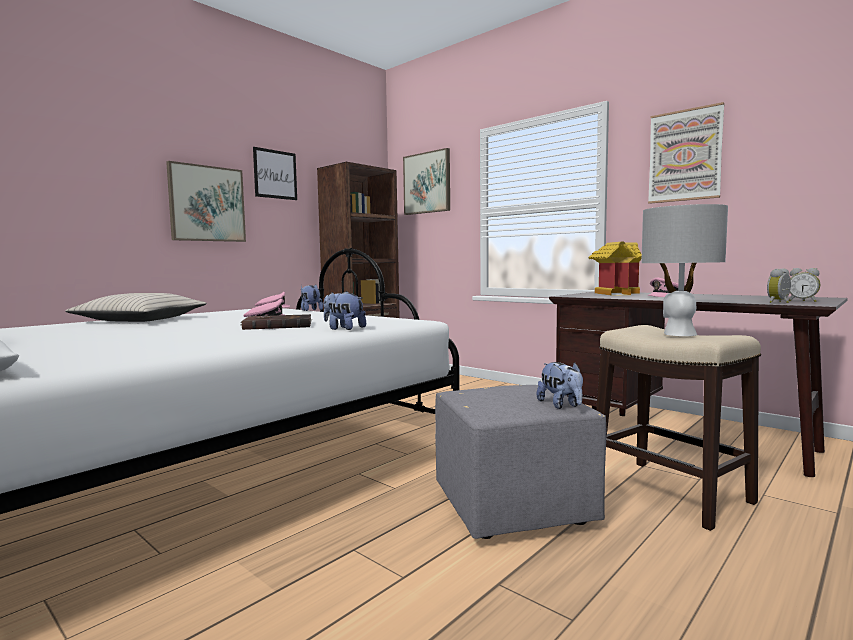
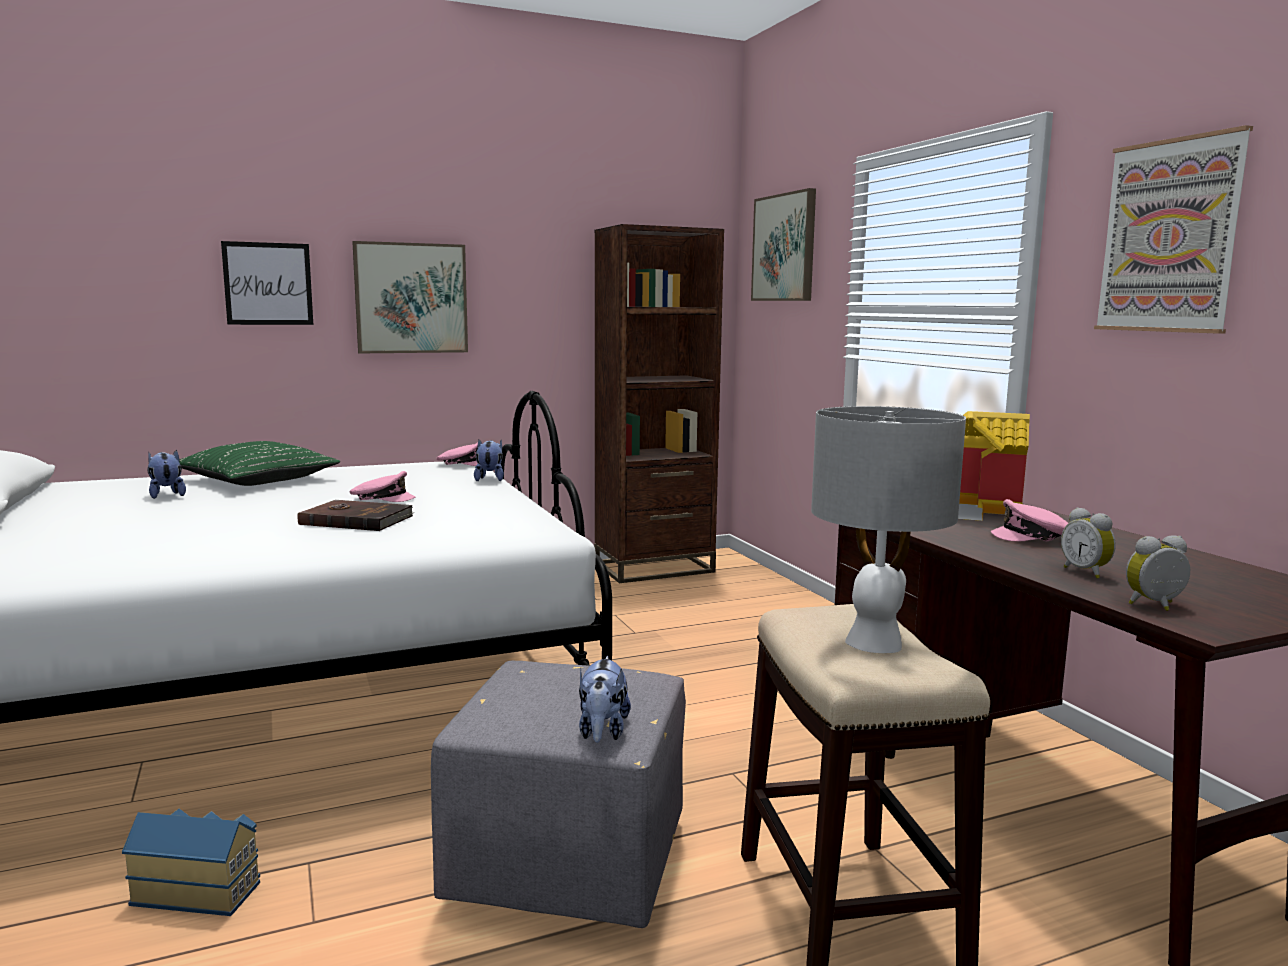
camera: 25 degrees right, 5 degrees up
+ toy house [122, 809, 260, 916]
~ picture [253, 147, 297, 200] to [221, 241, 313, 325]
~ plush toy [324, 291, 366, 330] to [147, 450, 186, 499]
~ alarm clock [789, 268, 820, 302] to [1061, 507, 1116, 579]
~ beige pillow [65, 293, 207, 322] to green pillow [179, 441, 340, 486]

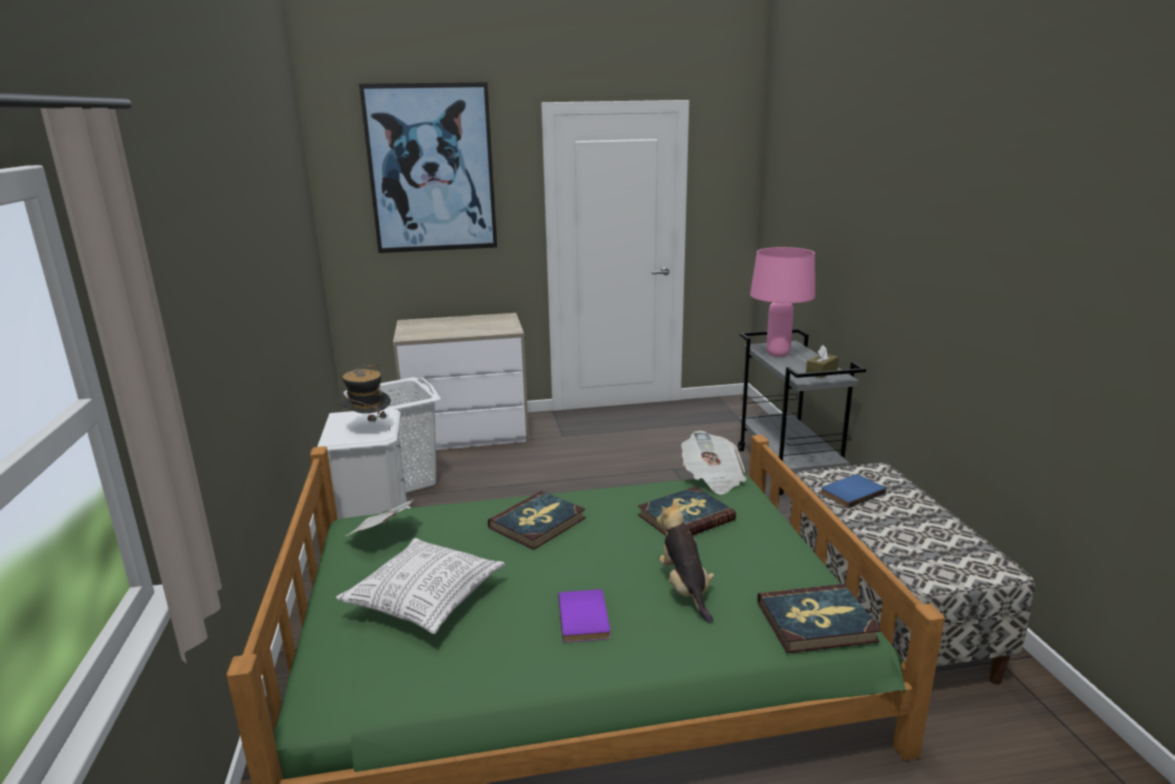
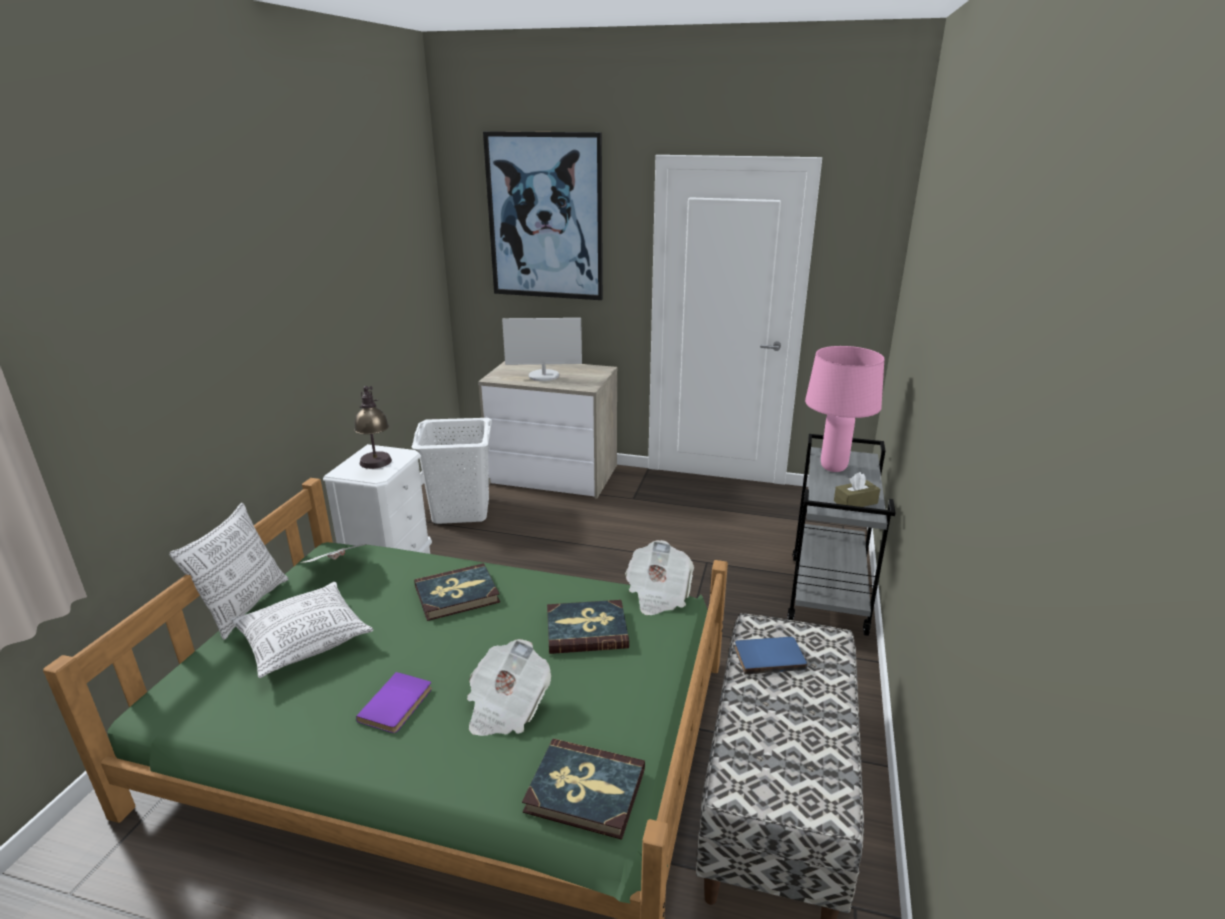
camera: 25 degrees right, 5 degrees up
+ pillow [169, 503, 288, 640]
+ monitor [502, 318, 582, 381]
~ hat [339, 365, 391, 431] to table lamp [354, 386, 392, 469]
~ plush toy [657, 499, 714, 623] to newspaper [467, 639, 551, 736]

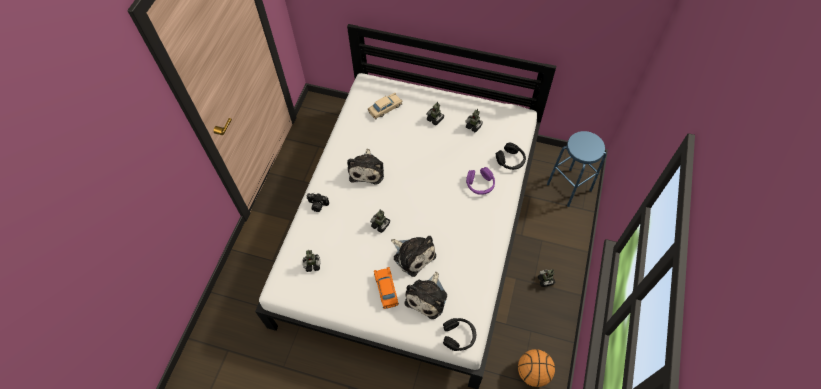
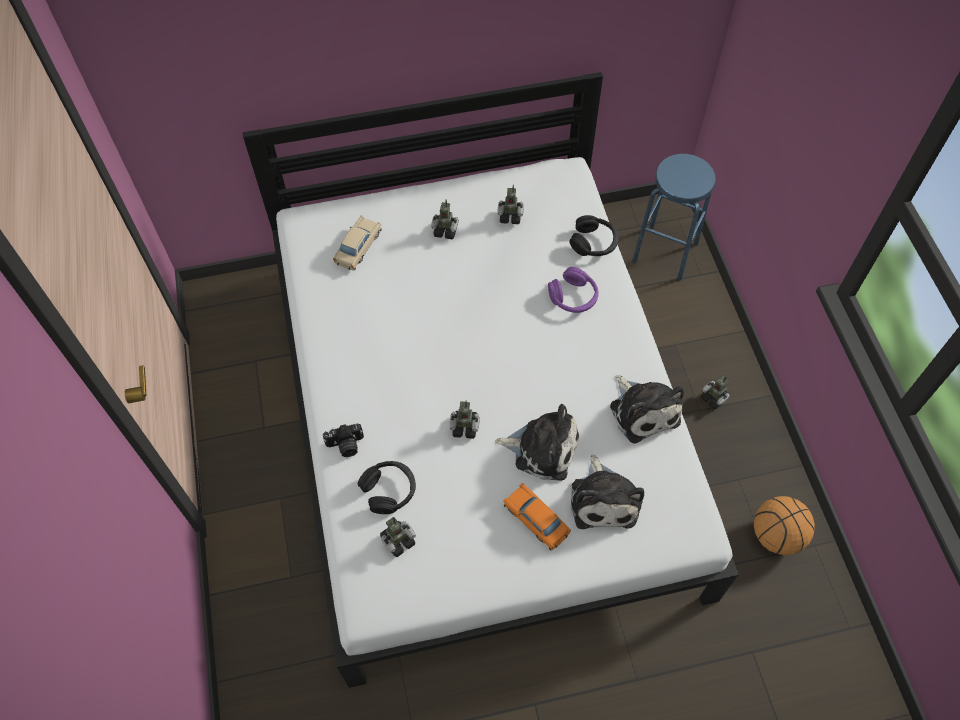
camera: 30 degrees left, 0 degrees up
~ plush toy [347, 149, 384, 185] to [610, 375, 684, 443]
~ black headphones [443, 318, 476, 351] to [358, 461, 416, 514]

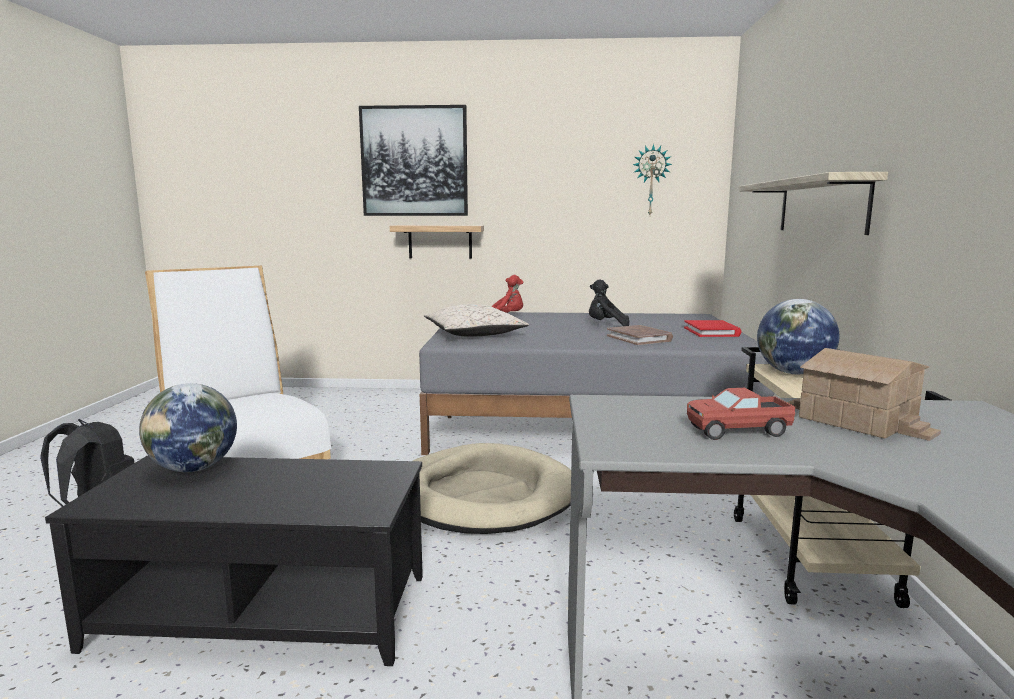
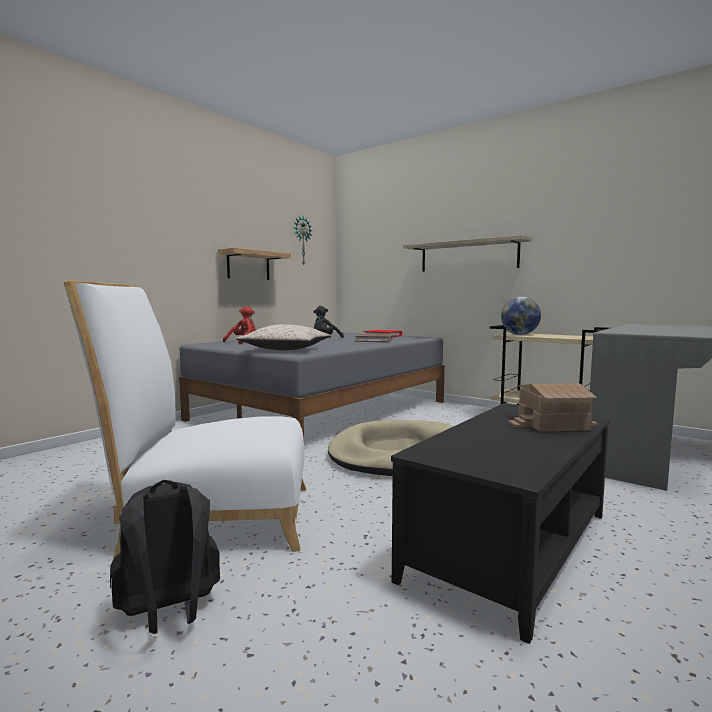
camera: 55 degrees left, 5 degrees down
- globe [139, 383, 237, 472]
- picture [359, 105, 468, 216]
- toy truck [687, 388, 795, 440]
~ shelf [390, 225, 484, 258] to [218, 248, 291, 280]
~ toy house [787, 348, 941, 441] to [508, 383, 598, 432]

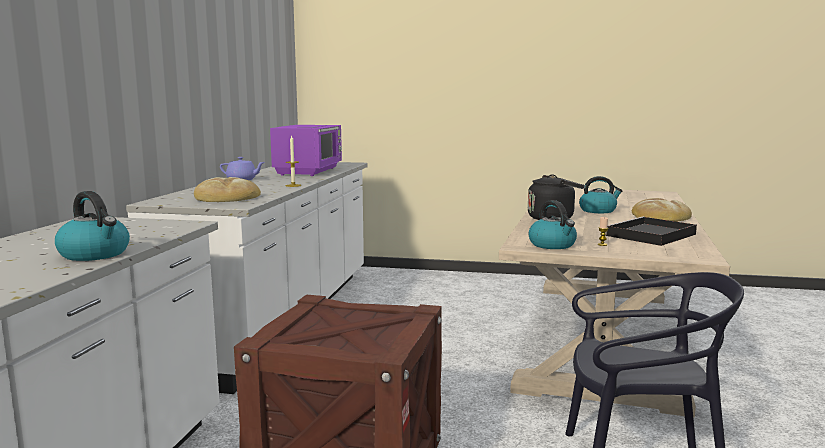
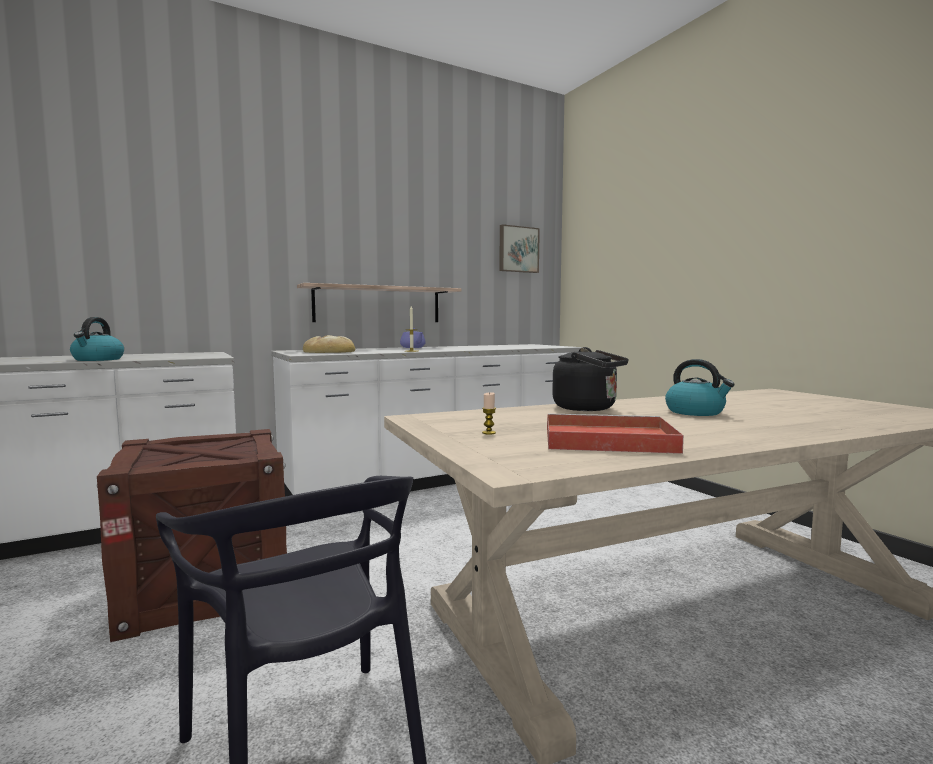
camera: 50 degrees right, 5 degrees down
- purple microwave [270, 125, 342, 176]
- kettle [528, 200, 577, 249]
- bread [632, 198, 692, 222]
+ shelf [297, 283, 461, 322]
+ picture [499, 224, 540, 273]
~ black tray [606, 217, 697, 246] to red tray [547, 413, 684, 454]

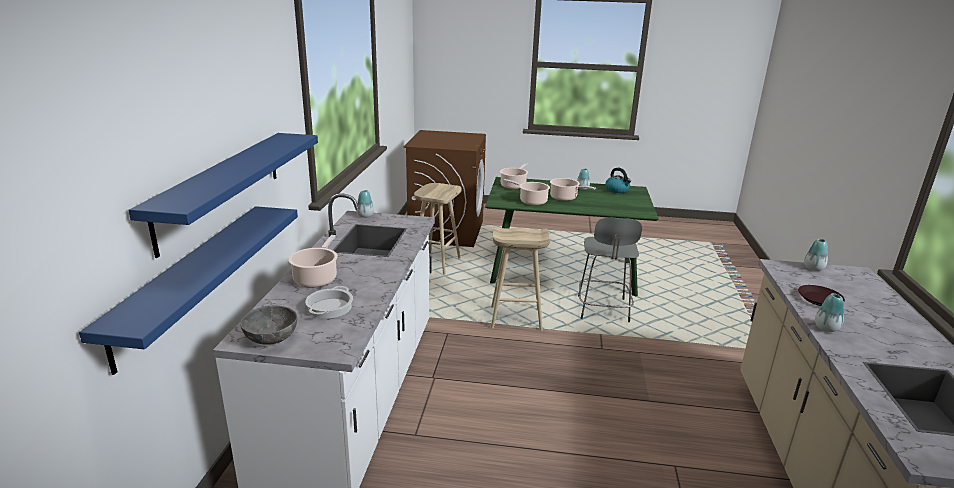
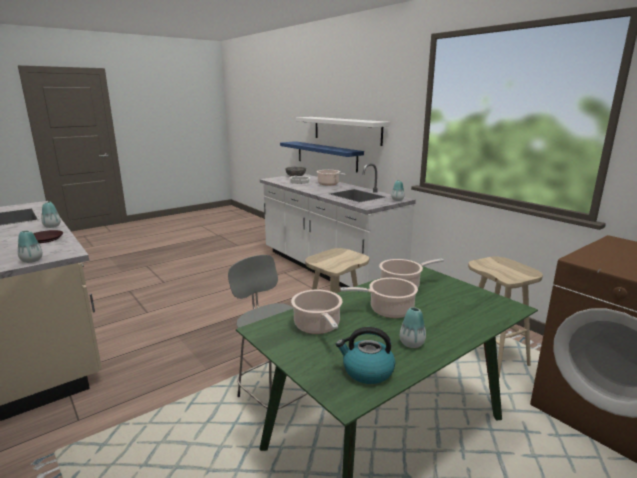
camera: 135 degrees right, 5 degrees down
~ cooking pot [500, 163, 528, 189] to [291, 290, 342, 334]
~ blue shelf [128, 133, 318, 258] to white shelf [296, 117, 390, 146]

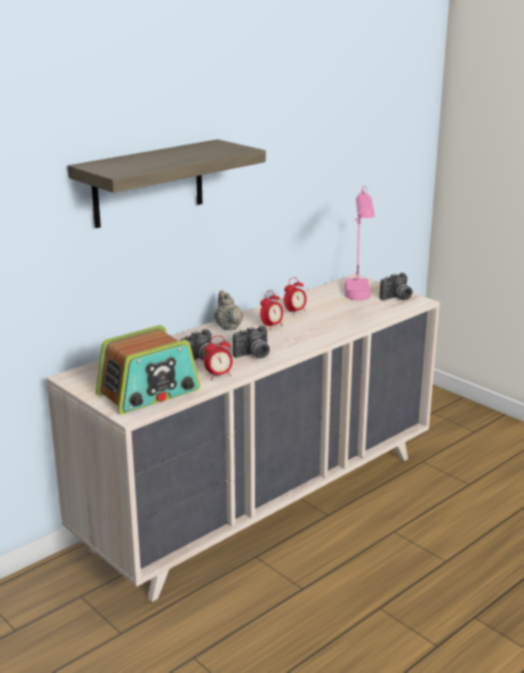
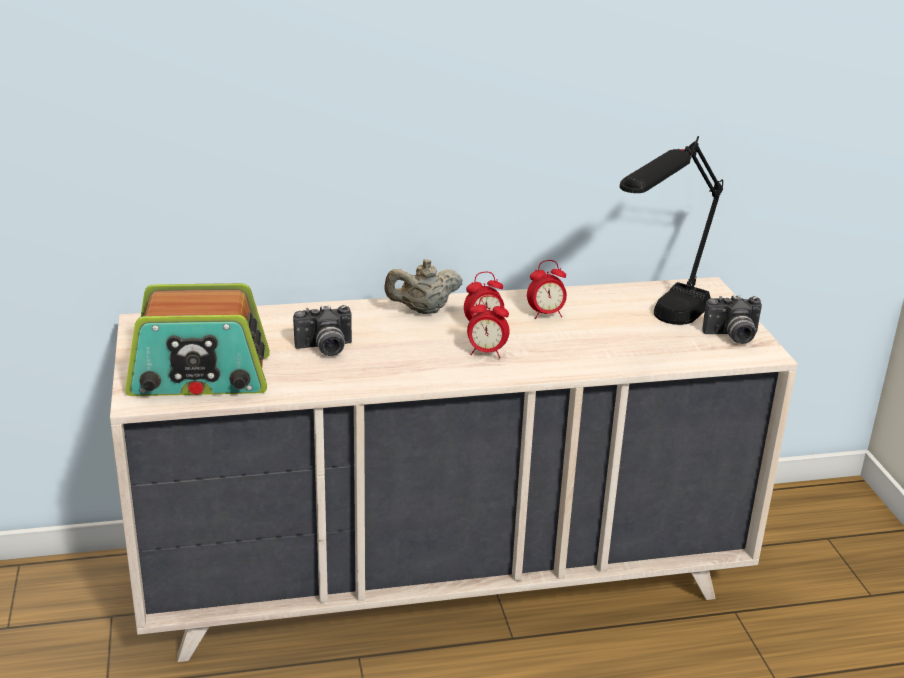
camera: 30 degrees right, 5 degrees up
- shelf [68, 139, 266, 228]
- photo camera [233, 326, 269, 358]
~ alarm clock [204, 336, 233, 379] to [467, 295, 510, 358]
~ pink table lamp [344, 186, 375, 300] to black table lamp [620, 136, 723, 325]
~ beige teapot [214, 291, 243, 330] = [385, 259, 463, 314] 120 degrees counterclockwise

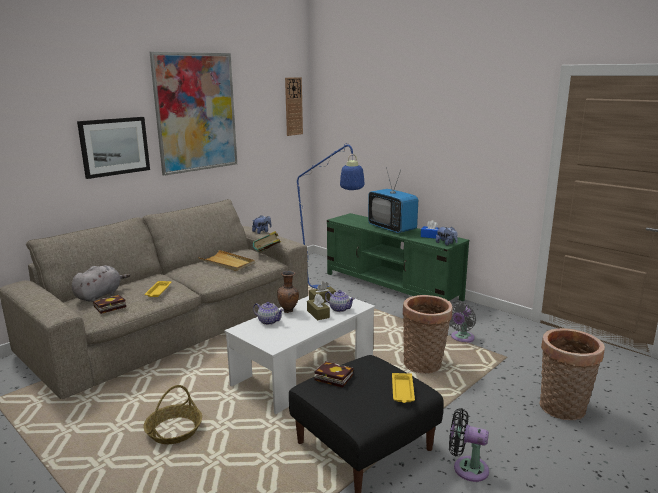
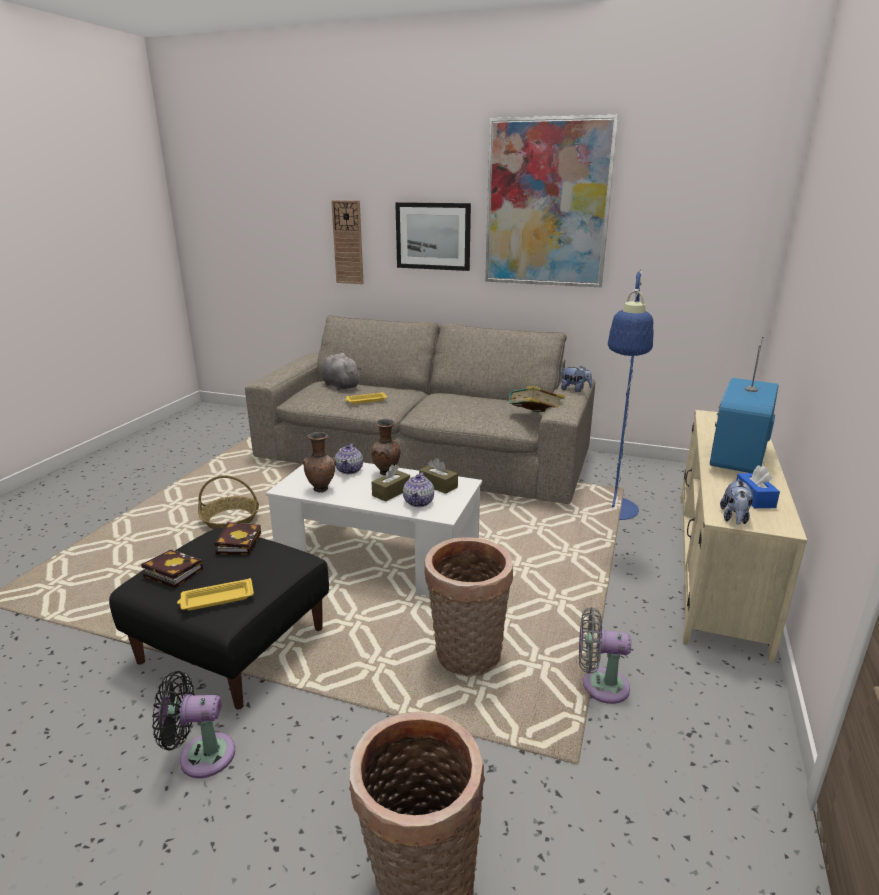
camera: 65 degrees right, 5 degrees up
- beige tray [198, 250, 255, 271]
+ brown vase [303, 432, 336, 493]
~ book [93, 295, 126, 314] to [141, 550, 203, 588]
~ wall clock [285, 77, 303, 136] to [331, 200, 364, 284]
~ green tv stand [327, 213, 469, 301] to beige tv stand [681, 410, 807, 663]
~ grey plush toy [72, 265, 130, 302] = [321, 353, 362, 390] 135 degrees counterclockwise
~ black fan [449, 408, 489, 482] = [152, 671, 235, 778] 90 degrees counterclockwise

